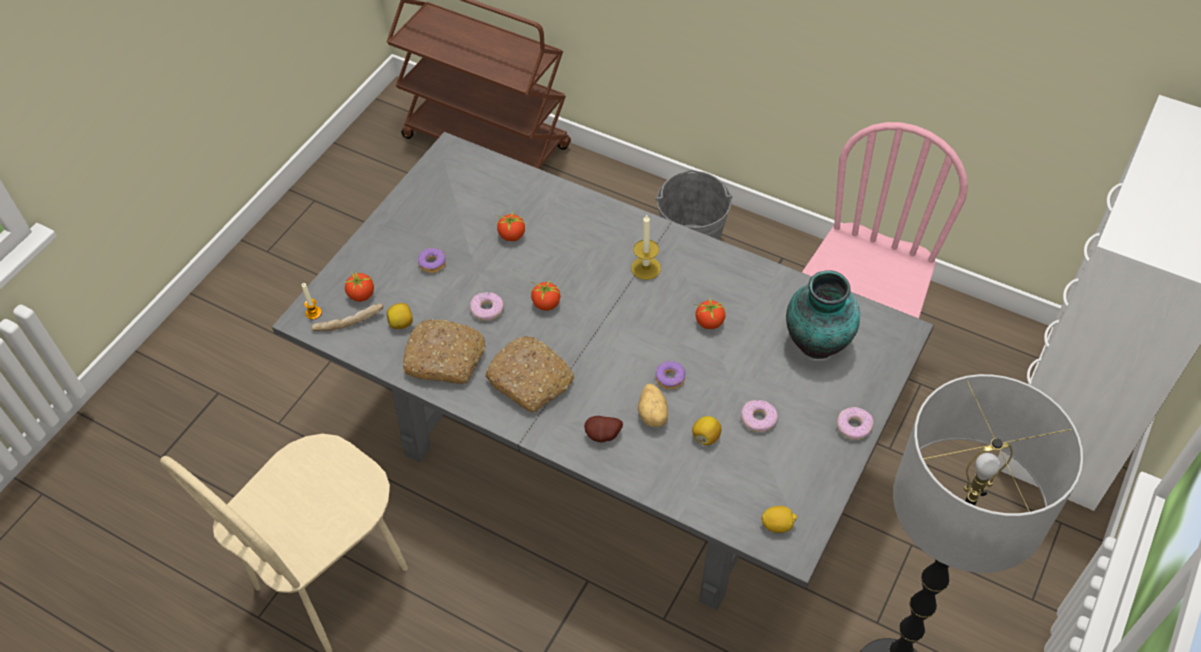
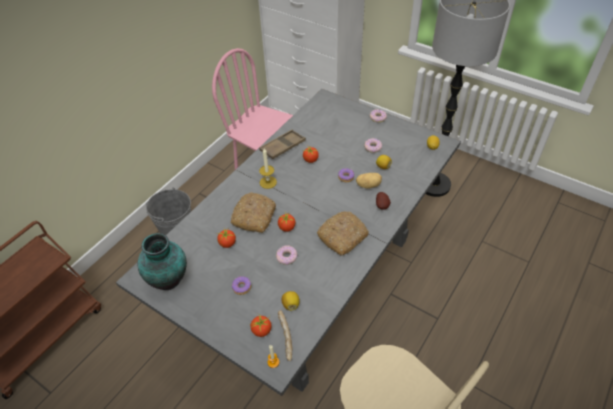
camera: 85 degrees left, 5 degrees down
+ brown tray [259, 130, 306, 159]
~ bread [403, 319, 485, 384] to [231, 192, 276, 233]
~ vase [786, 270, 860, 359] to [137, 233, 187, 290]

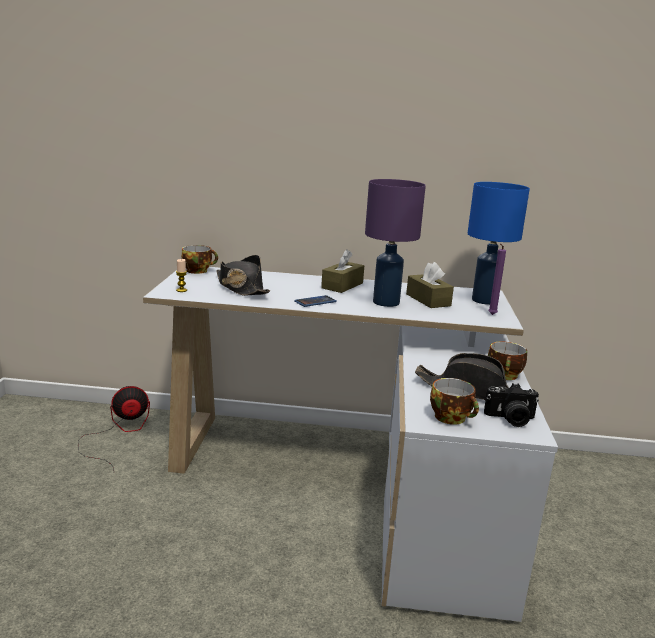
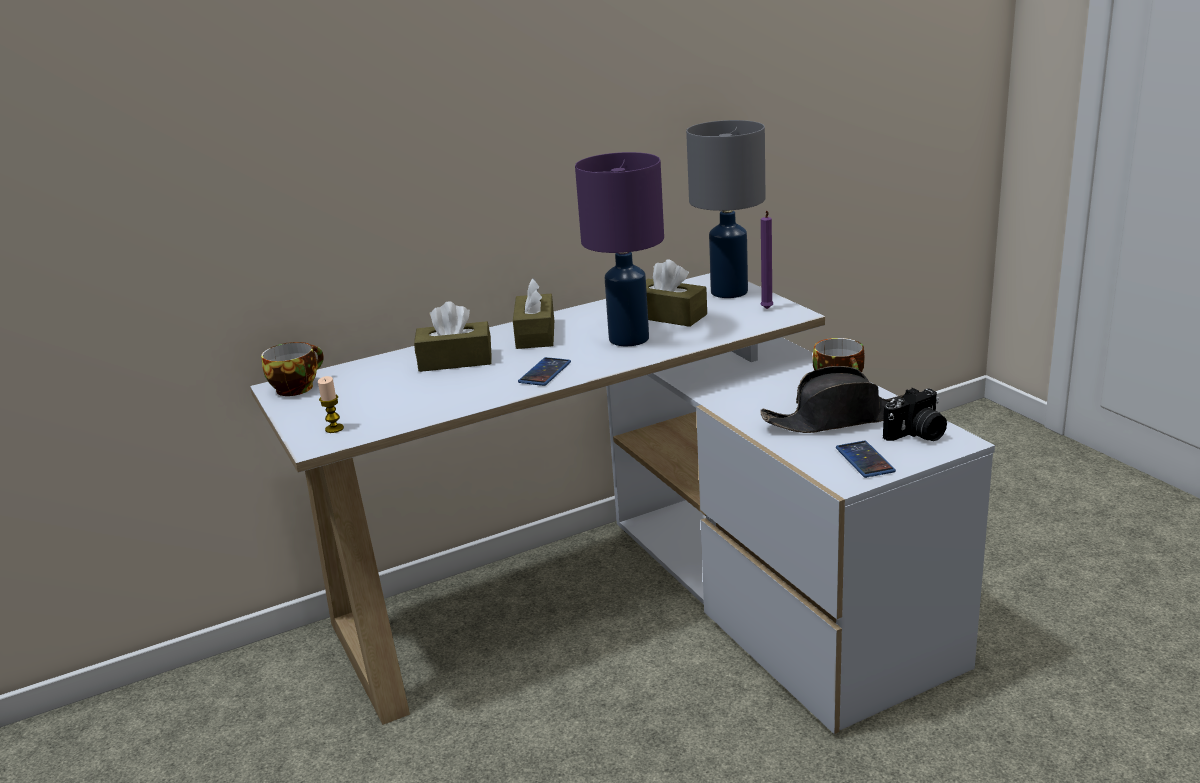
camera: 30 degrees left, 5 degrees up
- fan [78, 386, 150, 470]
- black hat [216, 255, 270, 296]
+ brown tissue box [414, 301, 492, 372]
~ cup [430, 378, 479, 425] to phone [836, 441, 896, 478]
~ blue table lamp [467, 182, 530, 305] to grey table lamp [686, 120, 765, 298]

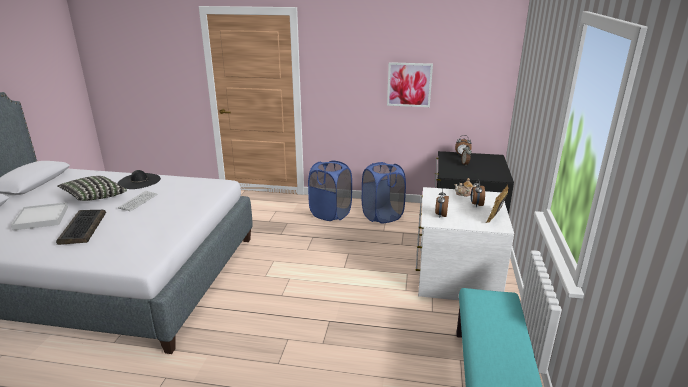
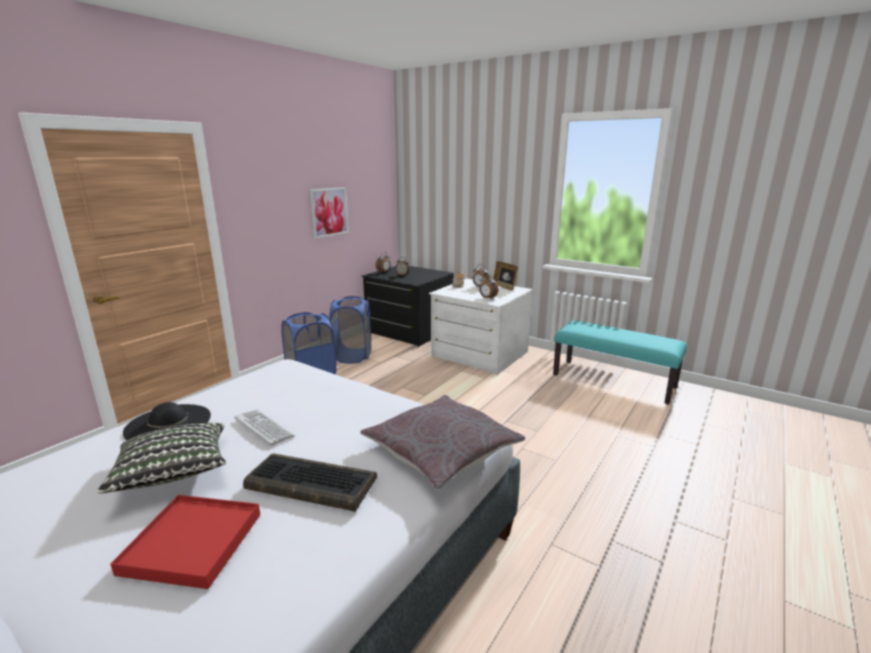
camera: 65 degrees left, 5 degrees down
+ grey pillow [360, 395, 525, 490]
~ white tray [11, 202, 68, 231] to red tray [110, 495, 260, 589]

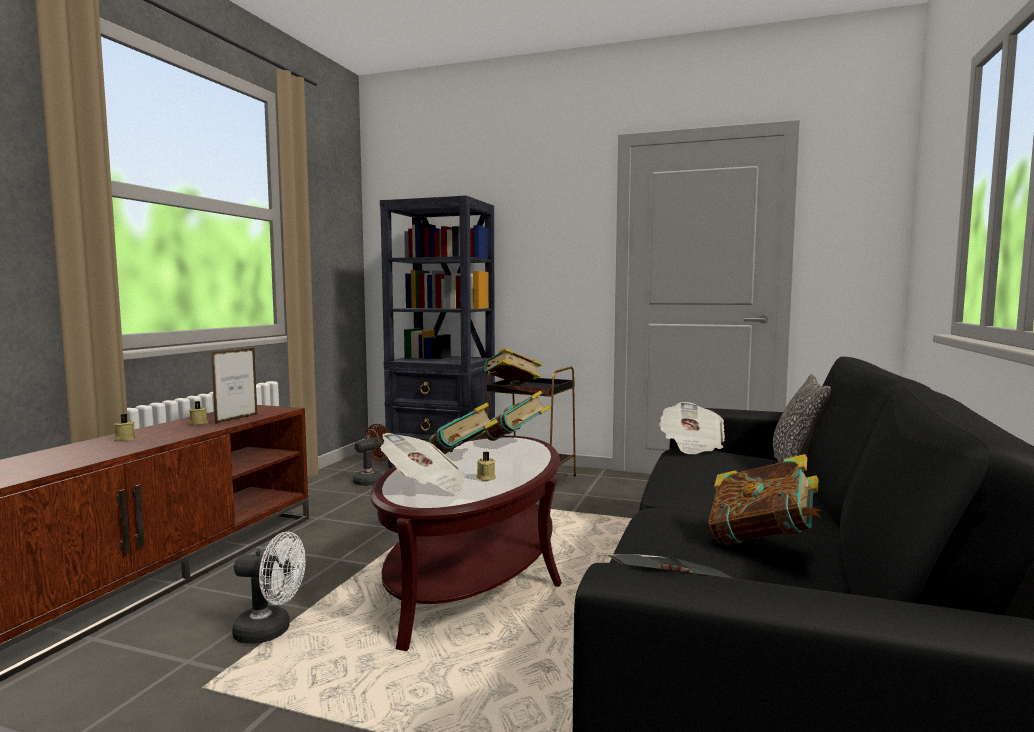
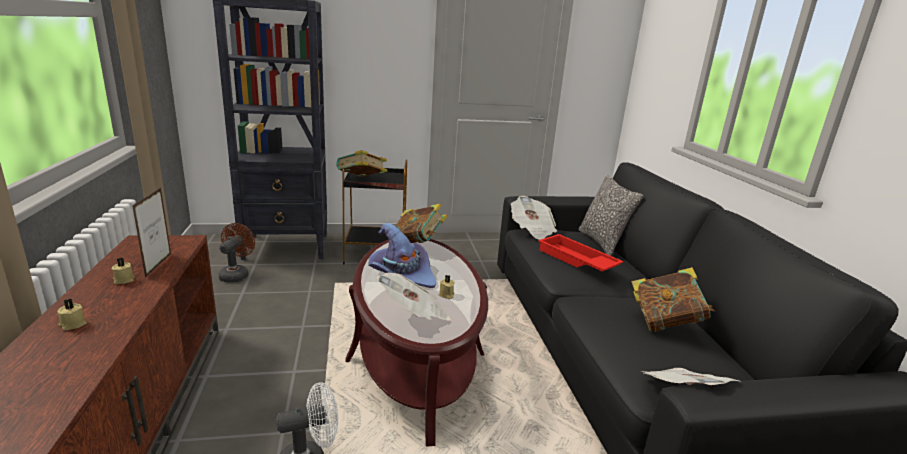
camera: 30 degrees left, 15 degrees up
+ red tray [538, 234, 623, 272]
~ book [429, 403, 498, 454] to purple hat [368, 223, 436, 288]

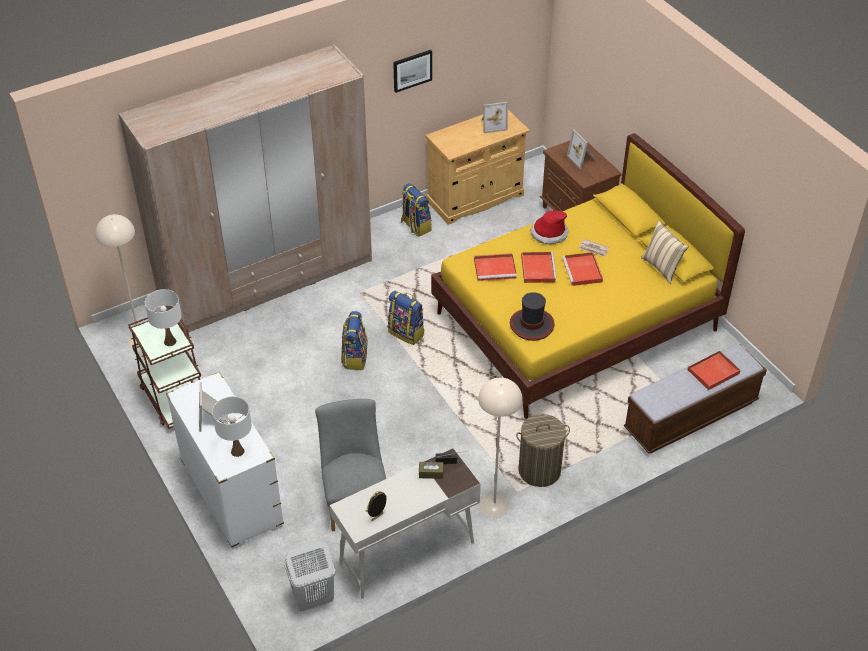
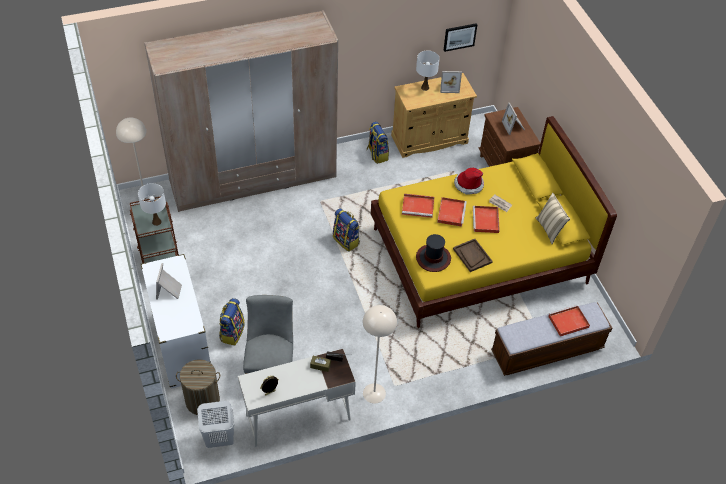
camera: 10 degrees right, 5 degrees up
+ brown tray [453, 239, 493, 272]
~ white table lamp [212, 396, 252, 457] to [416, 51, 440, 91]
~ backpack [341, 311, 368, 370] to [219, 298, 245, 345]
~ picture [393, 50, 432, 93] to [443, 23, 477, 52]
~ laundry basket [516, 414, 570, 487] to [176, 359, 220, 415]

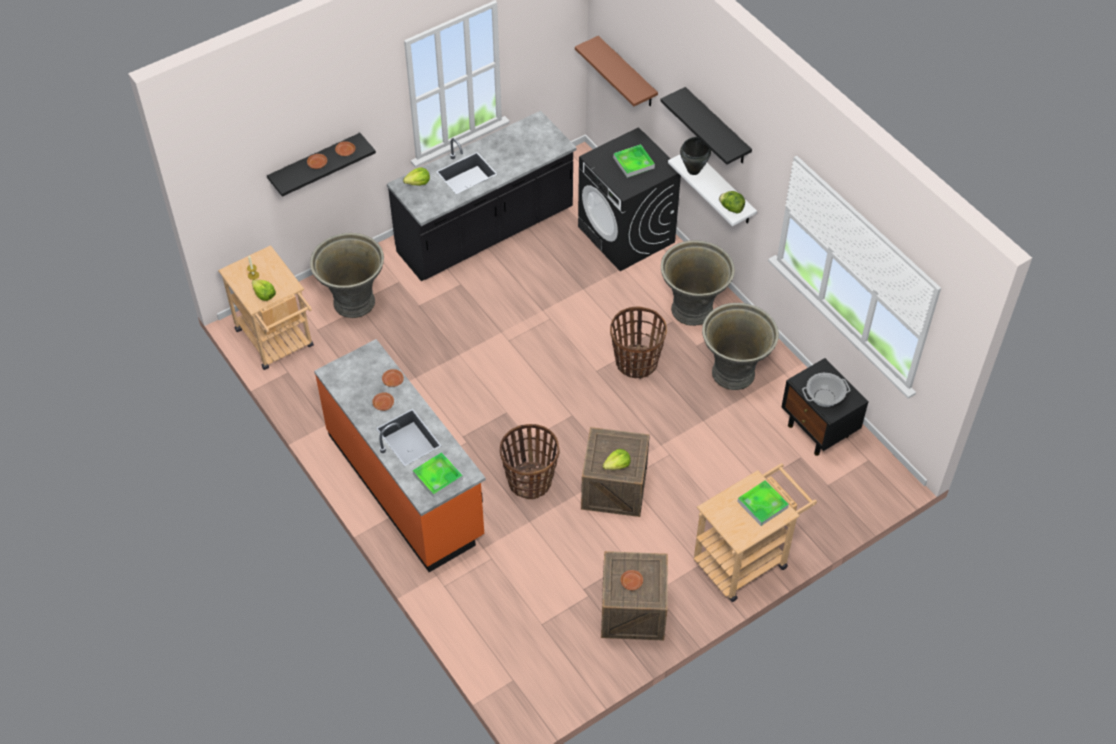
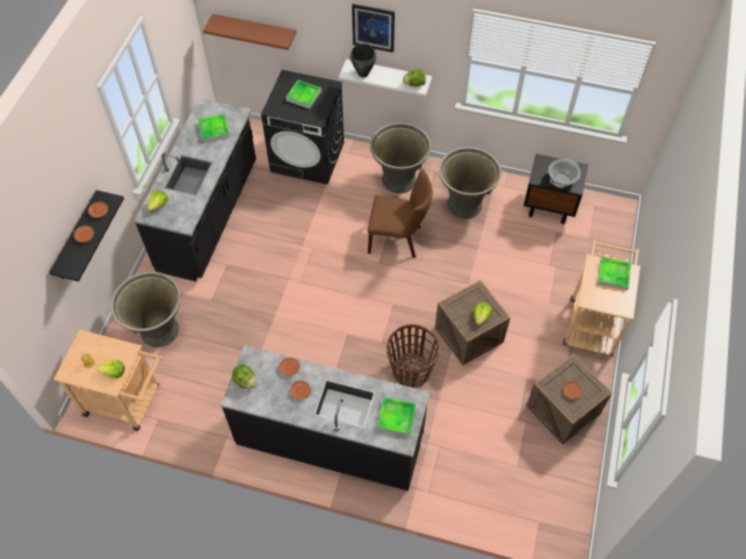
camera: 40 degrees left, 5 degrees up
+ tray [198, 114, 230, 142]
+ lettuce [232, 364, 257, 389]
~ basket [610, 307, 667, 379] to brown chair [367, 169, 433, 258]
~ black shelf [660, 87, 752, 165] to picture [352, 4, 395, 52]
~ orange counter [314, 339, 486, 572] to black counter [220, 345, 430, 491]

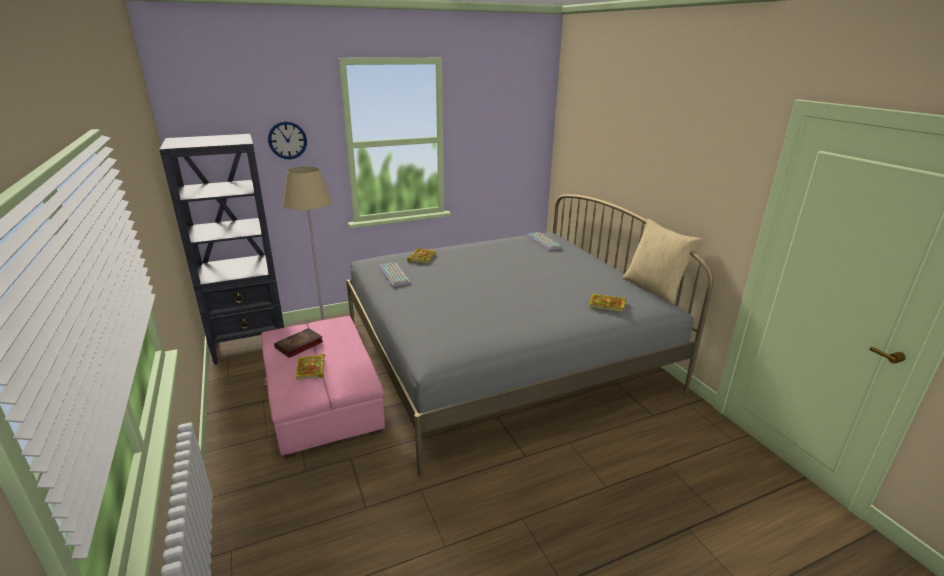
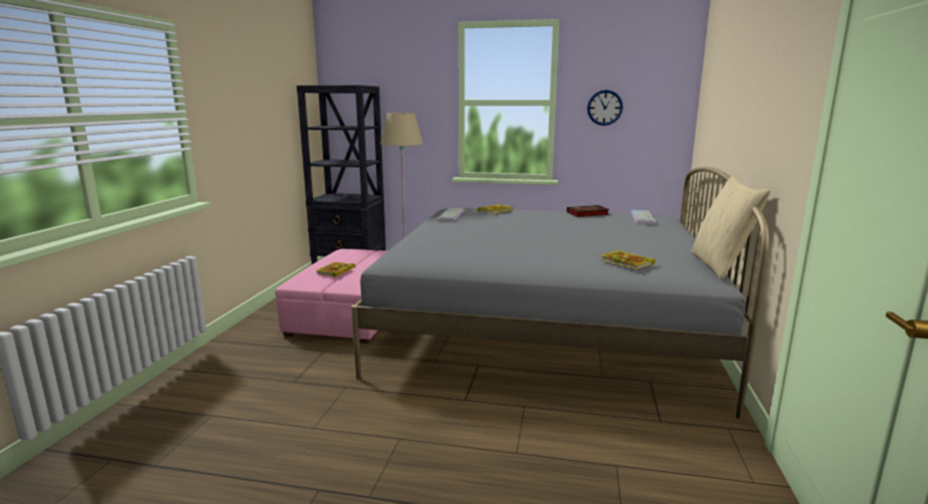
camera: 35 degrees right, 10 degrees down
~ wall clock [268, 121, 307, 159] to [587, 90, 623, 126]
~ book [274, 328, 324, 358] to [567, 205, 610, 217]

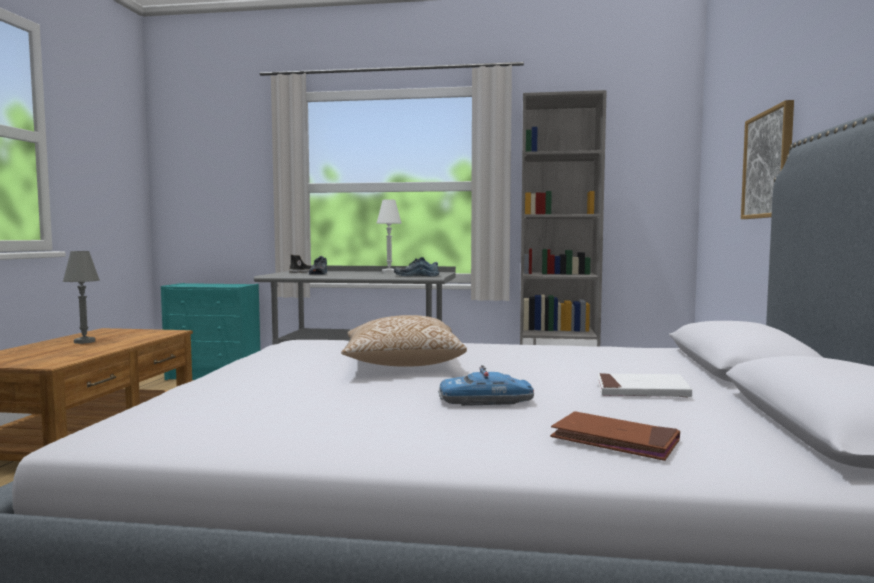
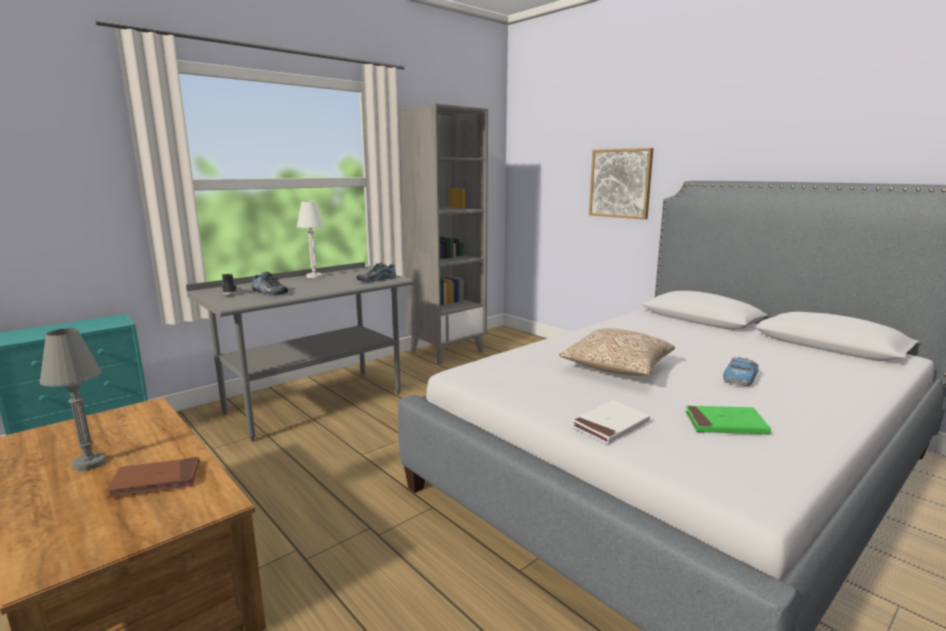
camera: 50 degrees left, 10 degrees up
+ green book [685, 406, 771, 434]
~ brown book [550, 411, 680, 461] to [106, 457, 200, 498]
~ white book [597, 373, 692, 397] to [571, 400, 650, 444]

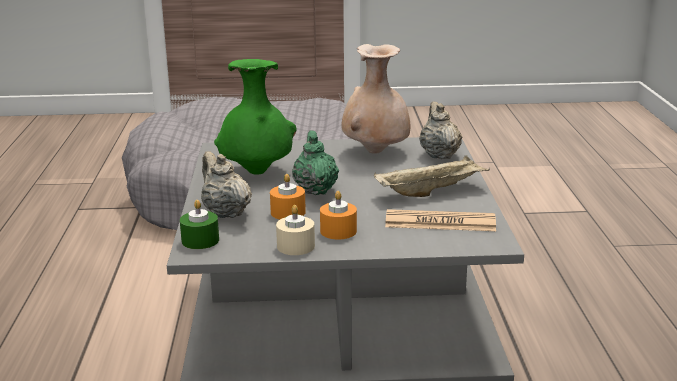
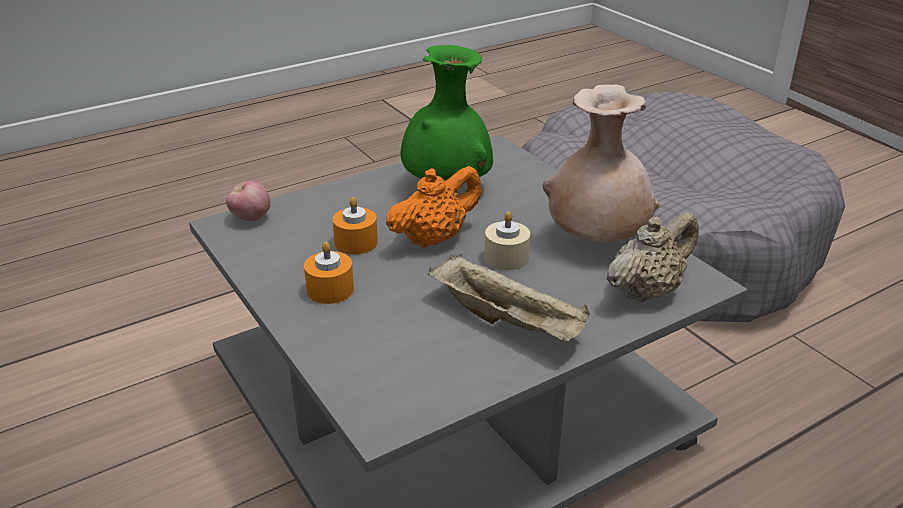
camera: 60 degrees right, 10 degrees up
- beige teapot [201, 151, 252, 218]
- newspaper [385, 209, 496, 231]
~ beige candle [276, 205, 315, 255] to [485, 211, 530, 270]
~ green candle [180, 200, 219, 249] to apple [226, 181, 270, 221]
~ green teapot [292, 131, 339, 195] to orange teapot [386, 166, 482, 248]

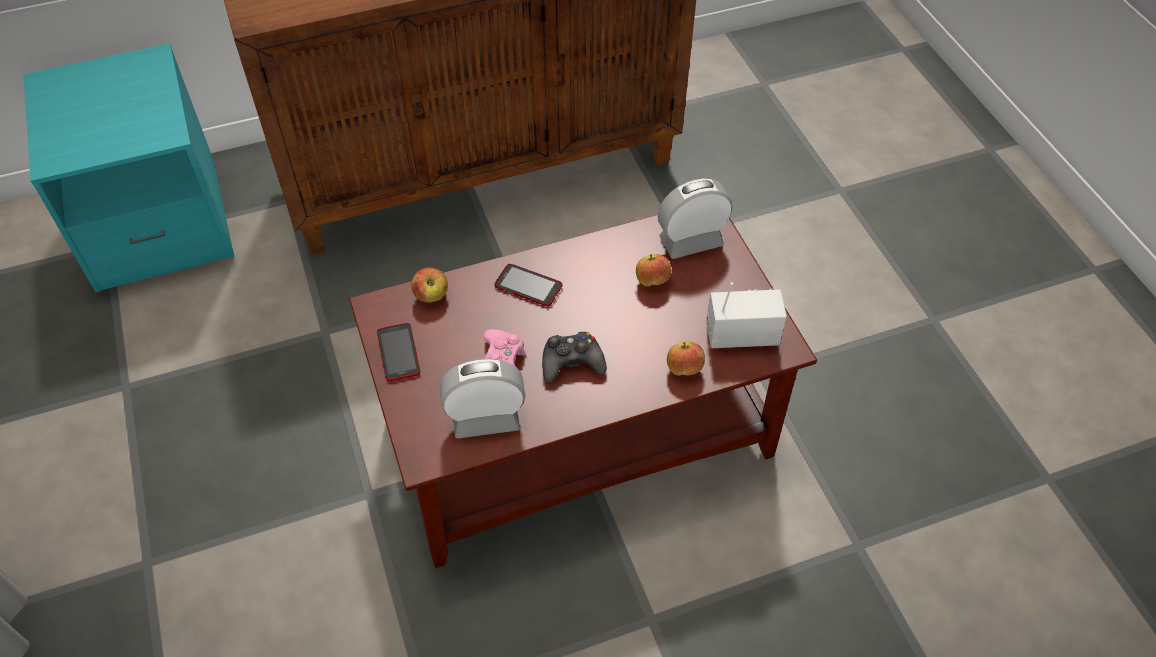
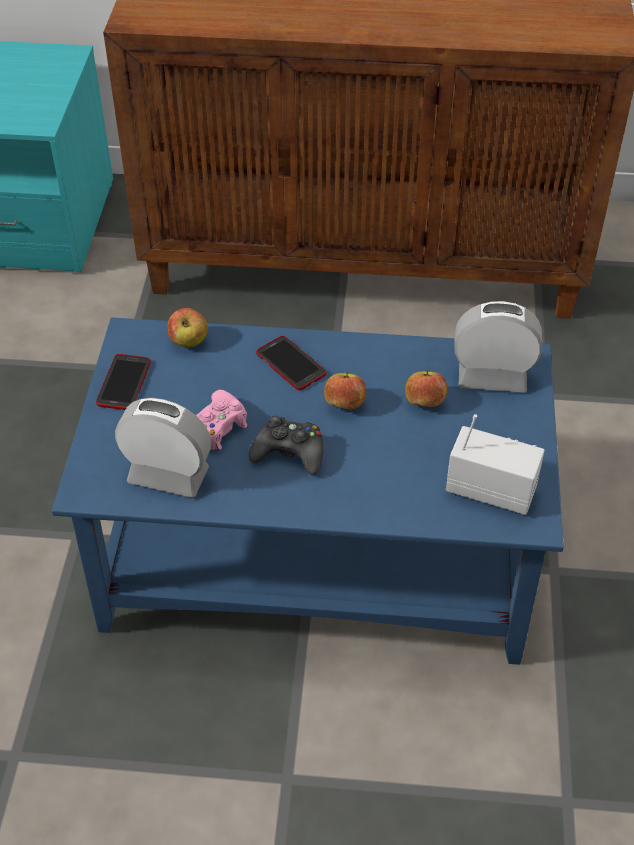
camera: 25 degrees right, 5 degrees down
~ apple [667, 342, 705, 376] to [324, 371, 366, 410]
~ brown coffee table [349, 215, 817, 568] to blue coffee table [52, 317, 564, 665]

